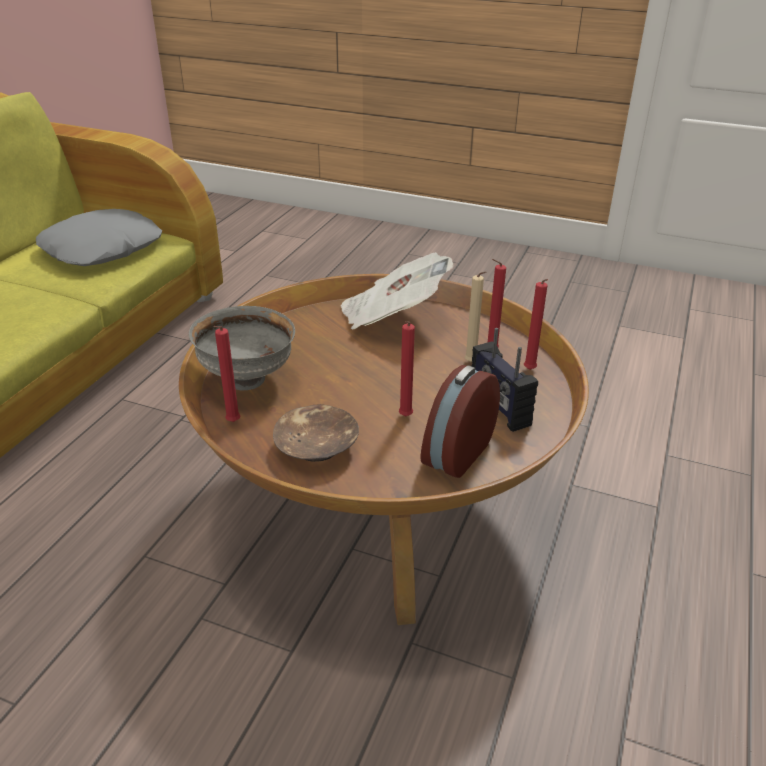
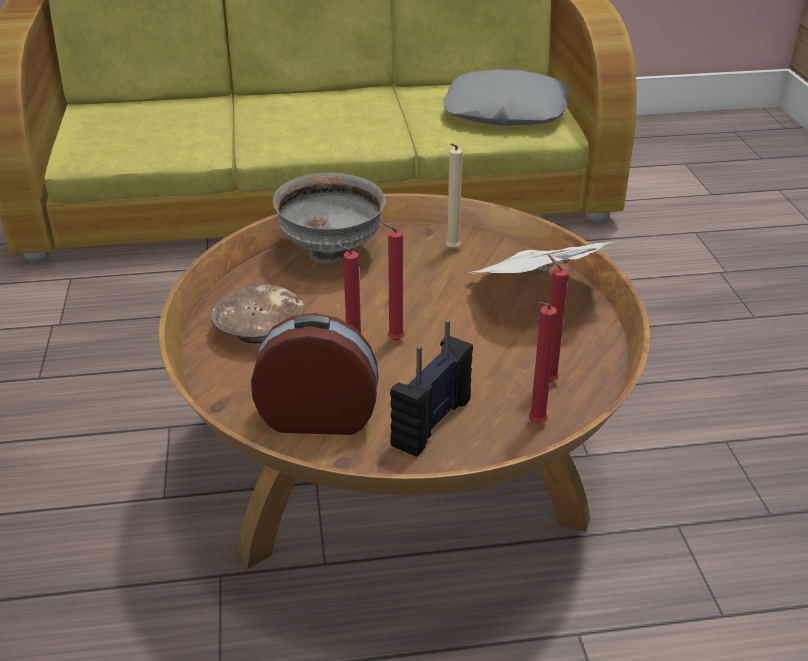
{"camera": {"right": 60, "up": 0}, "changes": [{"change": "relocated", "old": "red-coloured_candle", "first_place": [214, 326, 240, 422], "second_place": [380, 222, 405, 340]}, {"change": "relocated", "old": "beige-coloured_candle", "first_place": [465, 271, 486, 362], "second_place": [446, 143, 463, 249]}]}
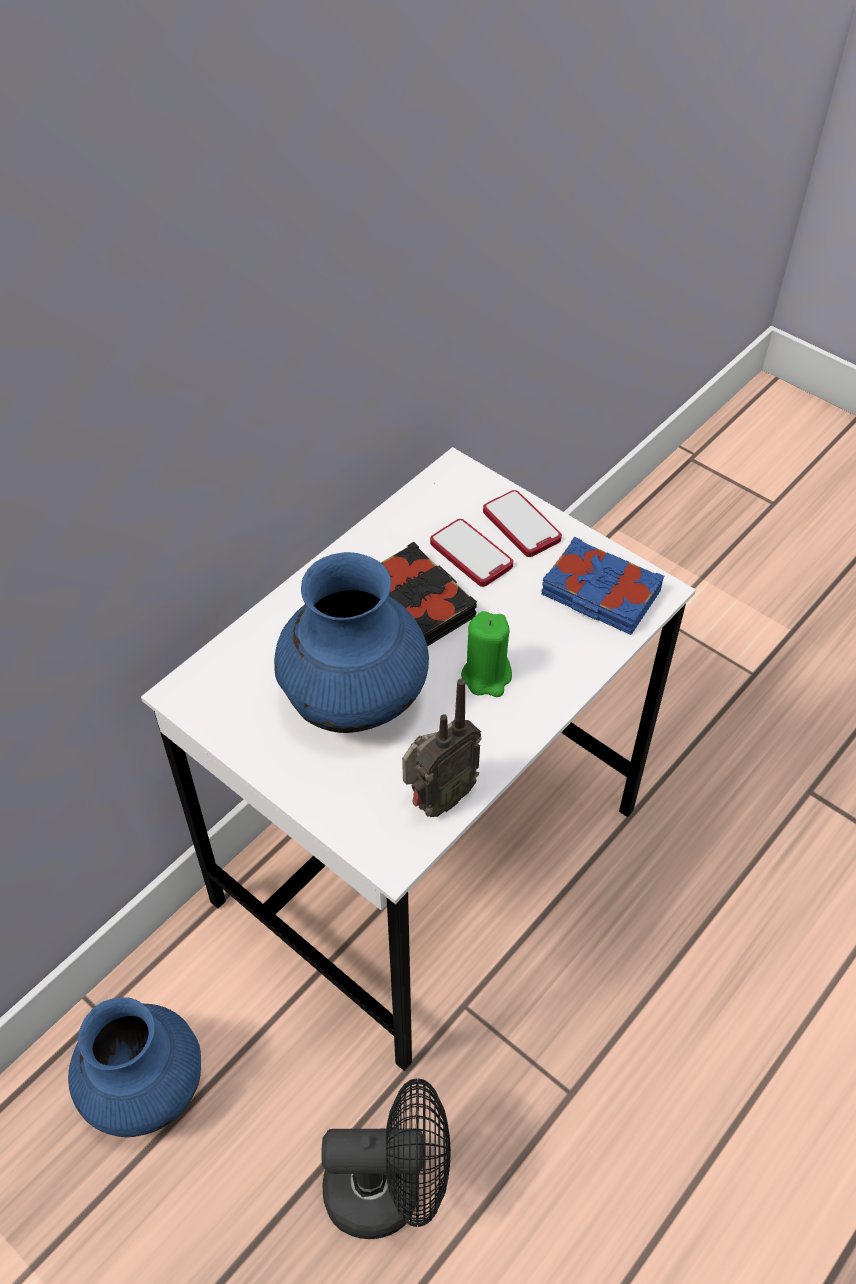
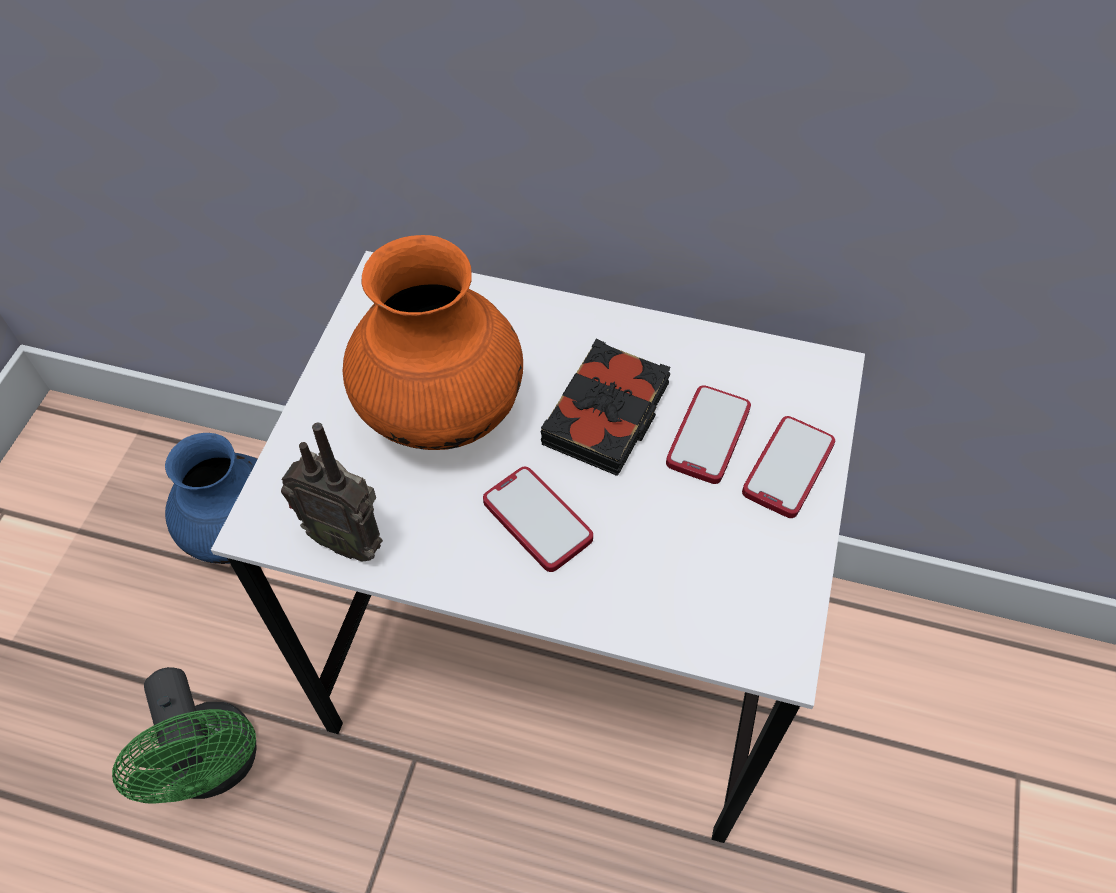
{"camera": {"right": 65, "up": 5}, "changes": [{"change": "missing", "old": "blue-coloured_bound_book", "first_place": [541, 537, 664, 635]}, {"change": "exchanged", "old": "greenish_candle", "new": "handset", "first_place": [461, 611, 512, 697], "second_place": [483, 467, 593, 572]}, {"change": "colour", "old": "blue-coloured_decorative_vase", "new": "orange-coloured_decorative_vase", "first_place": [274, 552, 429, 733], "second_place": [342, 235, 523, 450]}, {"change": "colour", "old": "blackish_cooling_fan", "new": "greenish_cooling_fan", "first_place": [321, 1078, 451, 1239], "second_place": [112, 667, 257, 804]}]}
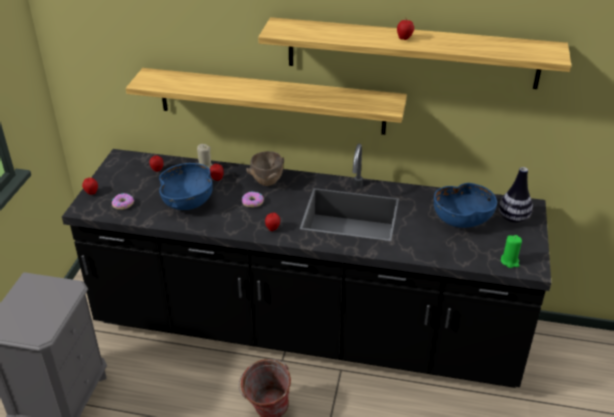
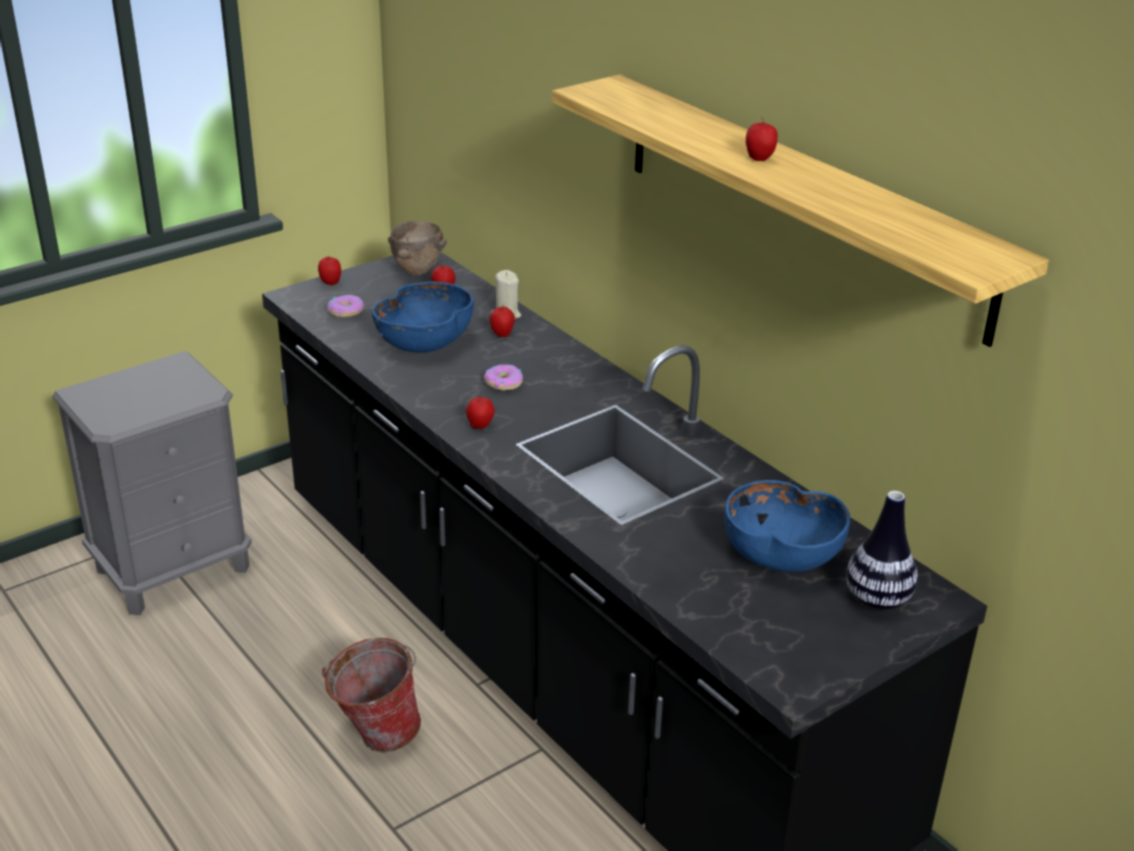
{"camera": {"right": 40, "up": -5}, "changes": [{"change": "missing", "old": "wall_shelf", "first_place": [126, 68, 407, 135]}, {"change": "missing", "old": "greenish_candle", "first_place": [501, 235, 522, 268]}, {"change": "relocated", "old": "brown_bowl", "first_place": [247, 151, 284, 186], "second_place": [388, 221, 447, 275]}]}
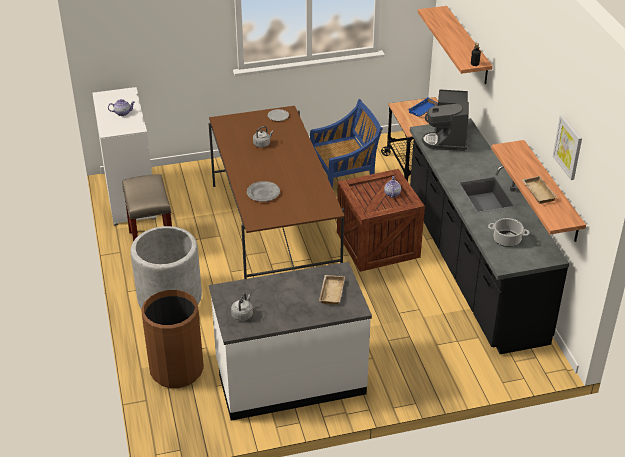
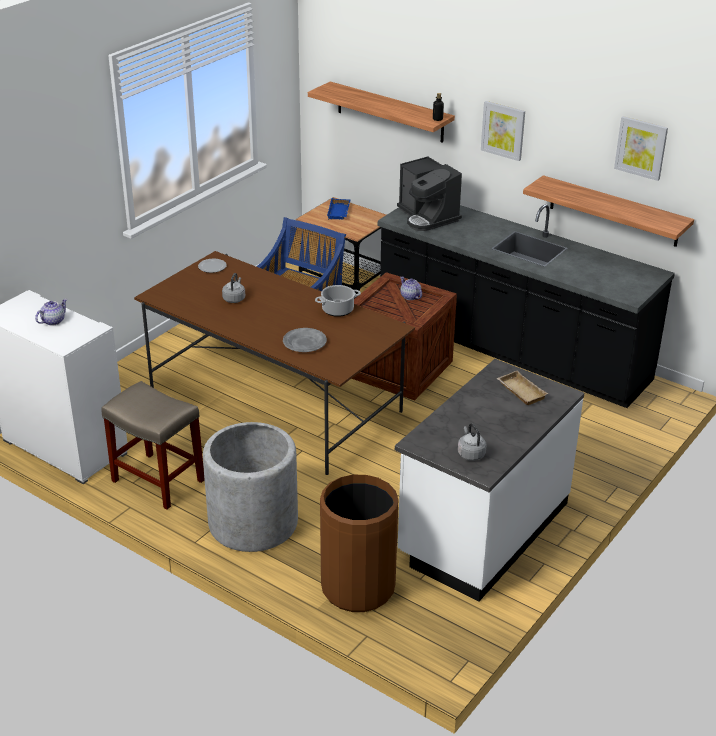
{"camera": {"right": -40, "up": -5}, "changes": [{"change": "missing", "old": "beige-coloured_tray", "first_place": [522, 176, 557, 204]}, {"change": "appeared", "new": "picture", "second_place": [481, 101, 525, 161]}, {"change": "relocated", "old": "saucepot", "first_place": [488, 218, 530, 247], "second_place": [315, 285, 361, 317]}]}
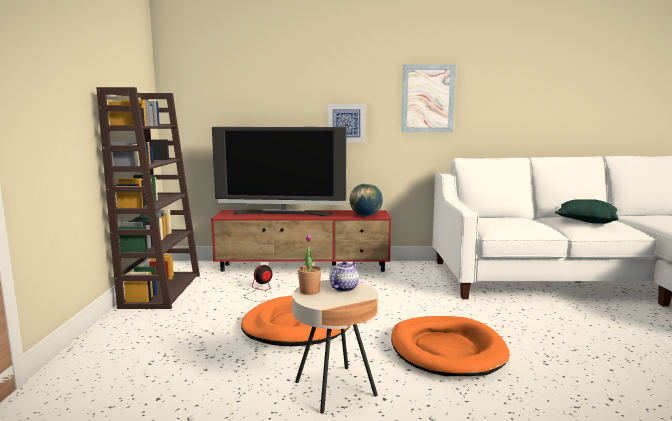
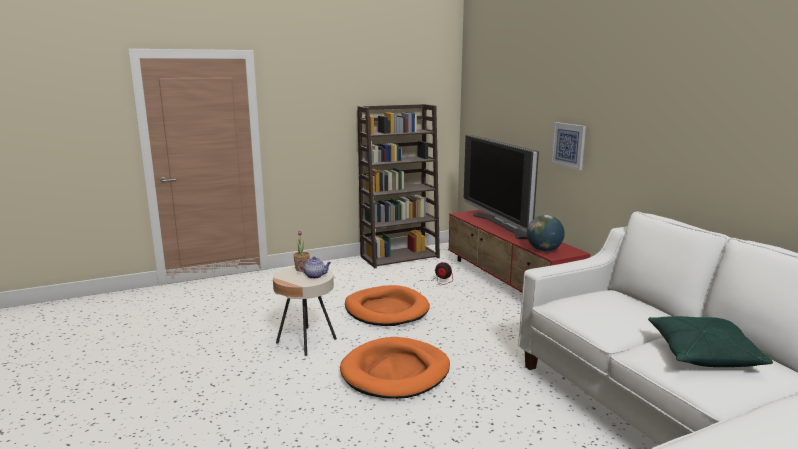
{"camera": {"right": 65, "up": 5}, "changes": [{"change": "missing", "old": "picture", "first_place": [401, 65, 456, 132]}]}
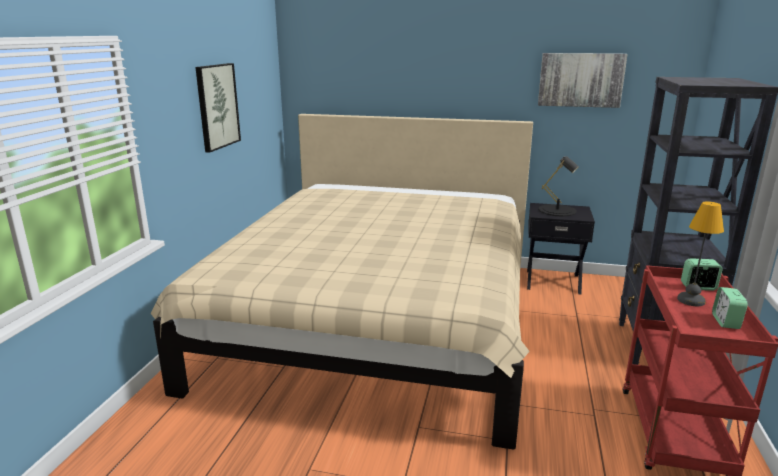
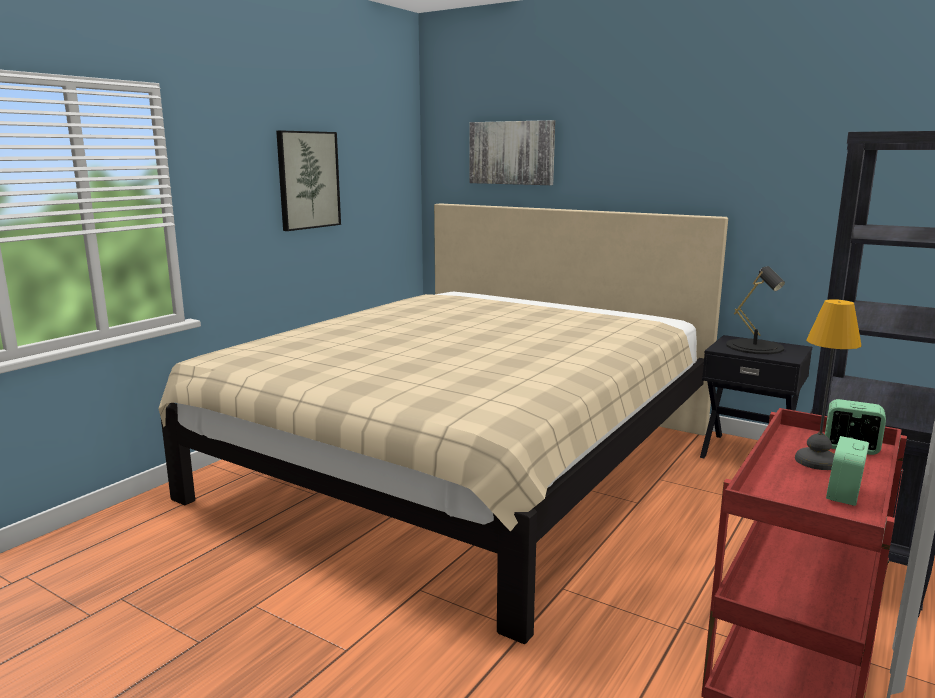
{"camera": {"right": 20, "up": -5}, "changes": [{"change": "relocated", "old": "picture", "first_place": [538, 53, 628, 108], "second_place": [469, 120, 555, 185]}]}
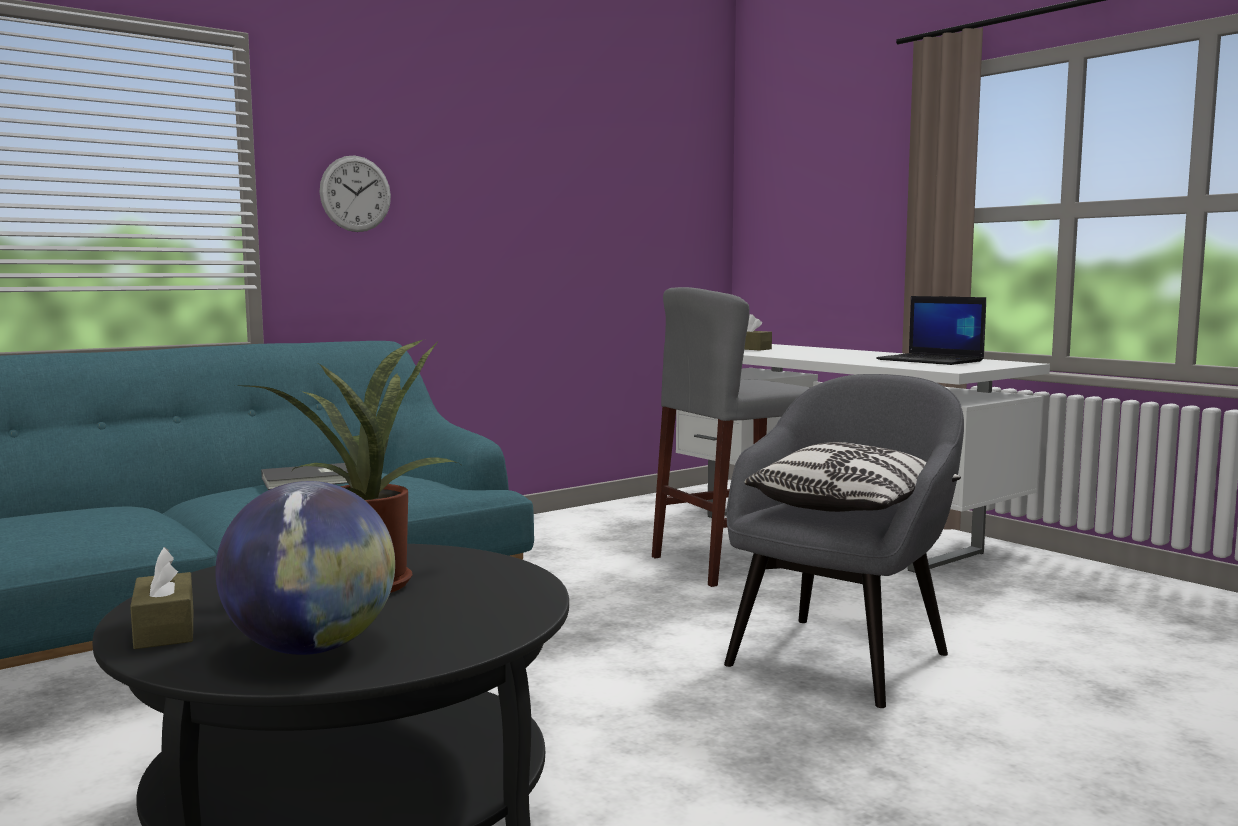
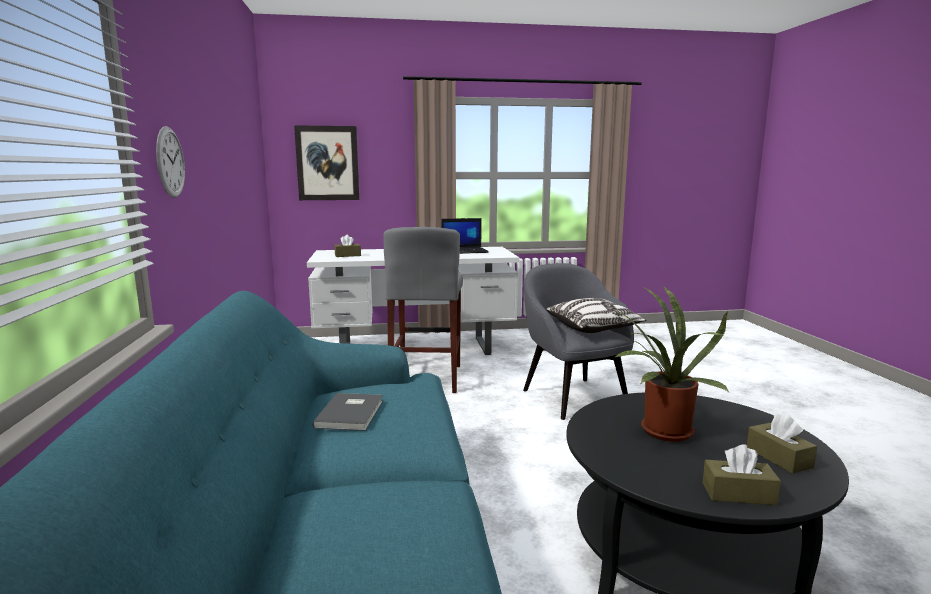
{"camera": {"right": -60, "up": 5}, "changes": [{"change": "appeared", "new": "picture", "second_place": [294, 125, 360, 200]}, {"change": "exchanged", "old": "globe", "new": "brown_box_of_tissues", "first_place": [215, 481, 395, 655], "second_place": [747, 414, 817, 474]}]}
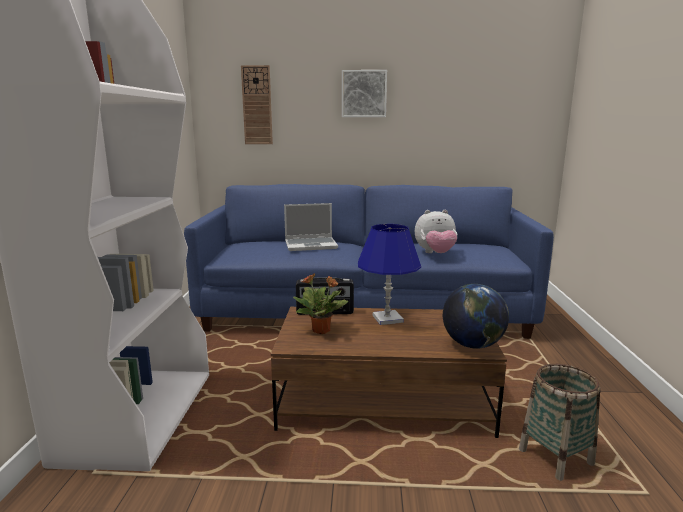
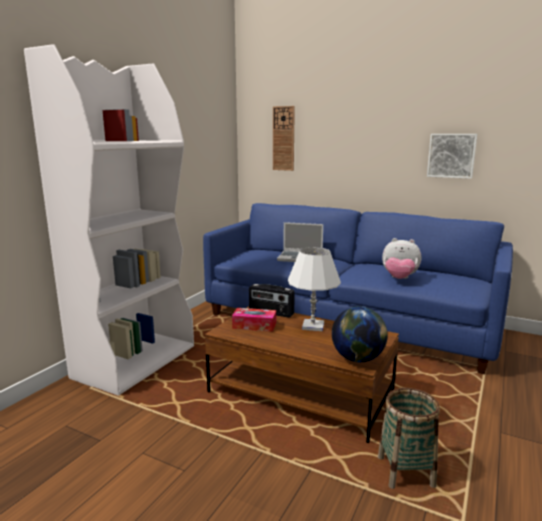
{"camera": {"right": 25, "up": 0}, "changes": [{"change": "relocated", "old": "picture", "first_place": [342, 70, 387, 117], "second_place": [427, 134, 477, 179]}, {"change": "exchanged", "old": "potted_plant", "new": "box_of_tissues", "first_place": [293, 273, 348, 334], "second_place": [232, 308, 276, 332]}, {"change": "colour", "old": "blue-coloured_table_lamp", "new": "white_table_lamp", "first_place": [358, 224, 421, 325], "second_place": [288, 247, 341, 331]}]}
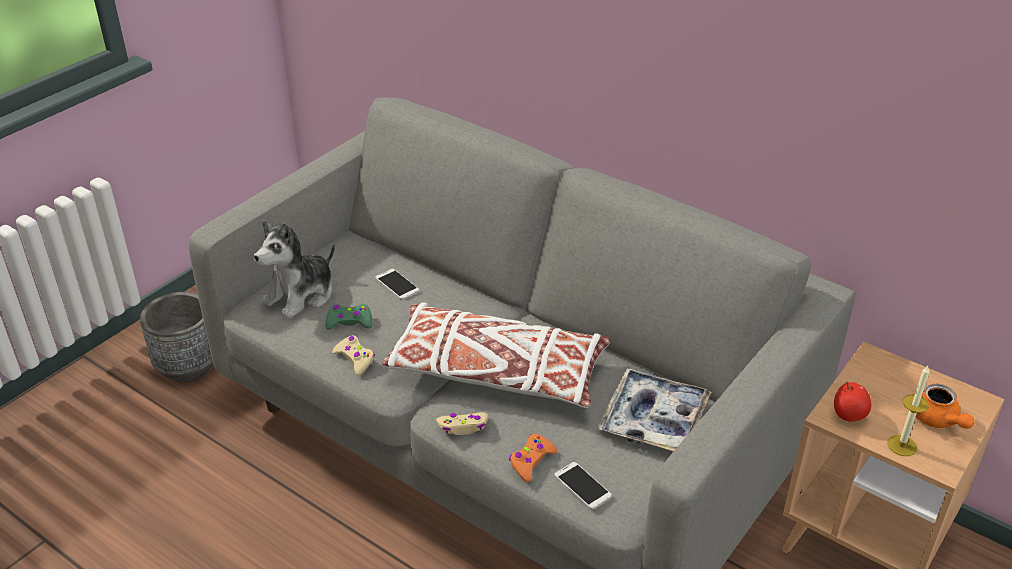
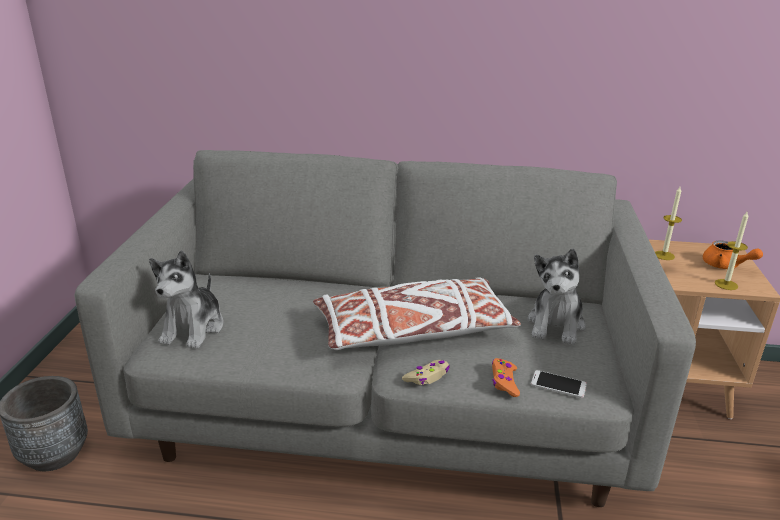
{"camera": {"right": -30, "up": -10}, "changes": [{"change": "missing", "old": "greenish_game_controller", "first_place": [325, 304, 373, 330]}, {"change": "missing", "old": "beige-coloured_game_controller", "first_place": [332, 335, 375, 376]}, {"change": "missing", "old": "handset", "first_place": [375, 269, 420, 300]}, {"change": "missing", "old": "whole_apple", "first_place": [834, 381, 871, 422]}, {"change": "appeared", "new": "candle", "second_place": [655, 187, 682, 260]}, {"change": "exchanged", "old": "tray", "new": "cuddly_toy", "first_place": [598, 368, 711, 451], "second_place": [527, 248, 586, 345]}]}
